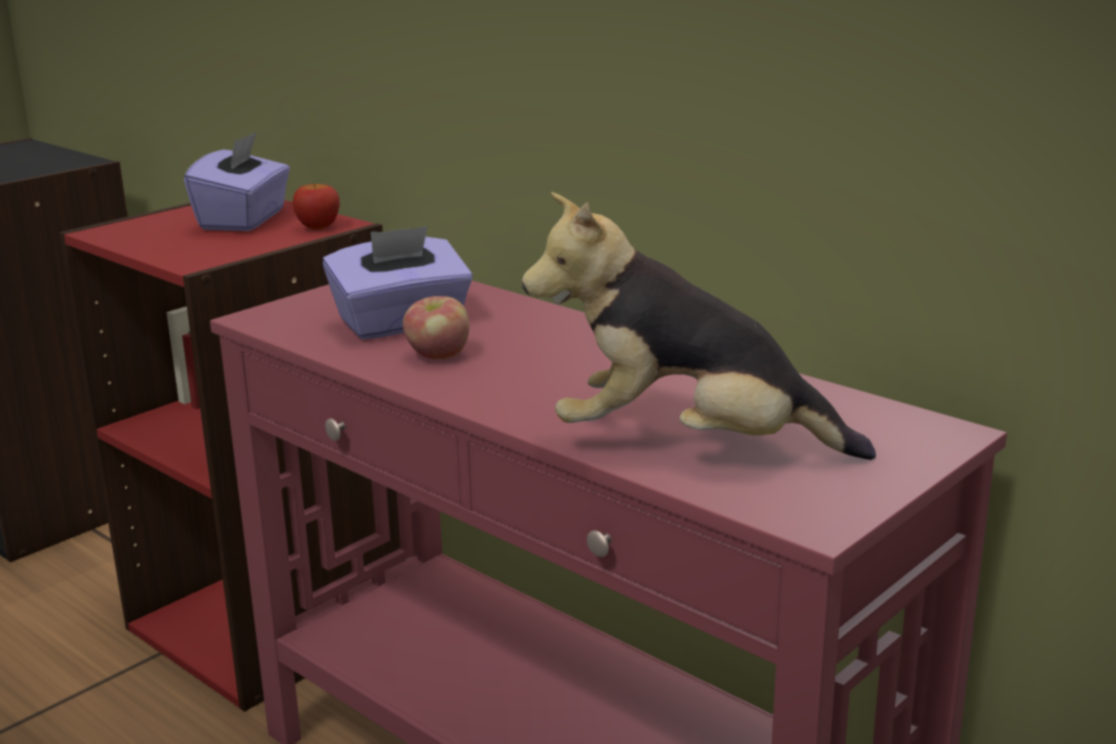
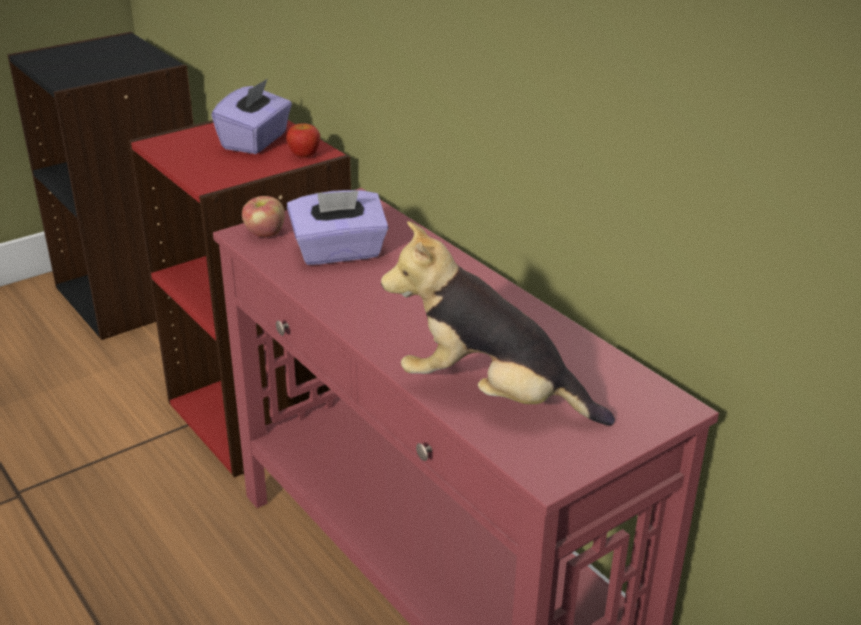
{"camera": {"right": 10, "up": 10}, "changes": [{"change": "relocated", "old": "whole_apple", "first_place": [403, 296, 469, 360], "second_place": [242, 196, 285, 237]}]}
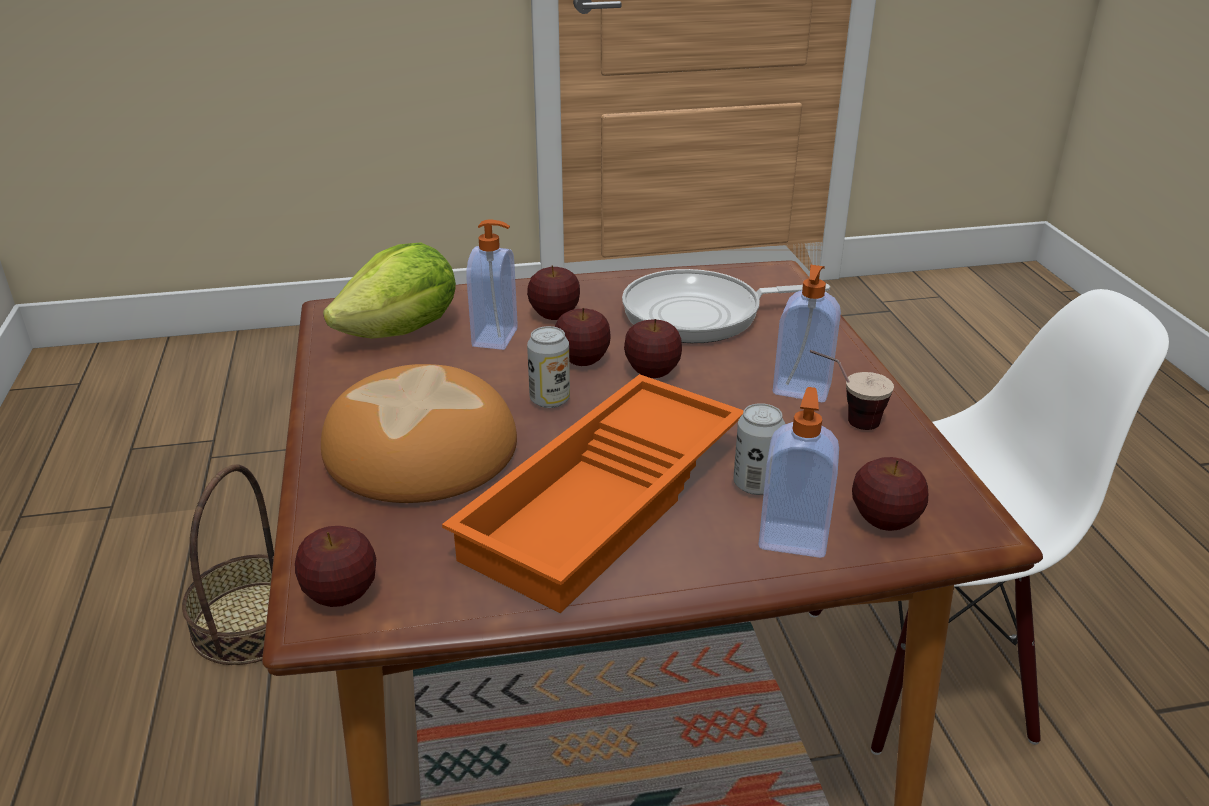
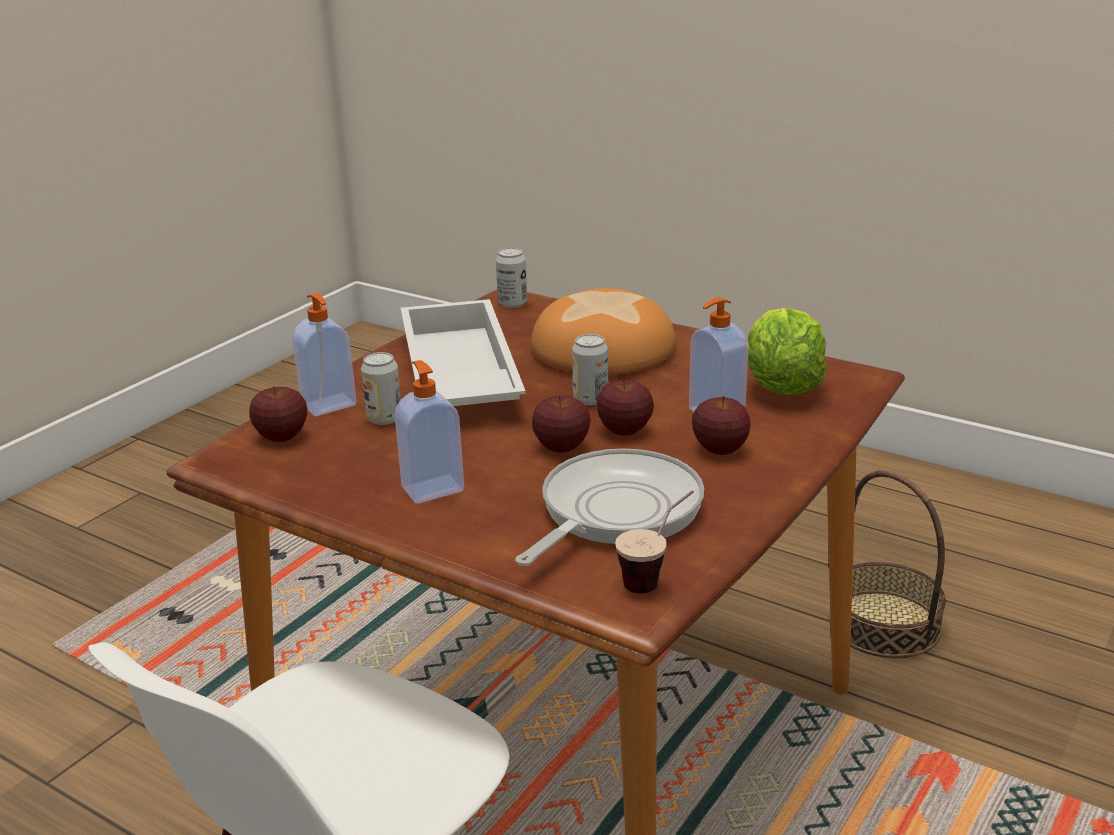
{"camera": {"right": 135, "up": -5}, "changes": [{"change": "relocated", "old": "drinking_cup", "first_place": [810, 350, 894, 430], "second_place": [615, 490, 694, 594]}, {"change": "exchanged", "old": "whole_apple", "new": "can", "first_place": [295, 526, 376, 607], "second_place": [496, 248, 527, 308]}, {"change": "colour", "old": "orange-coloured_tray", "new": "white_tray", "first_place": [442, 374, 744, 613], "second_place": [400, 299, 526, 406]}]}
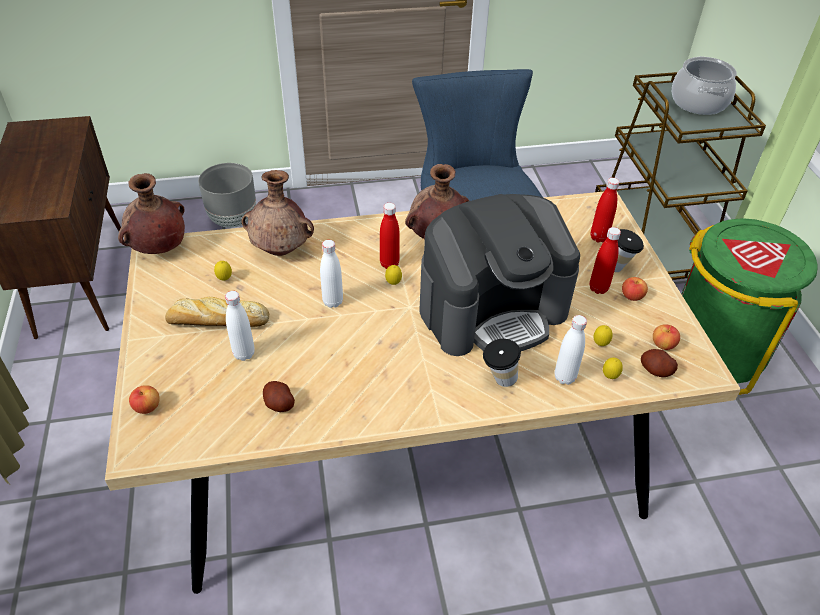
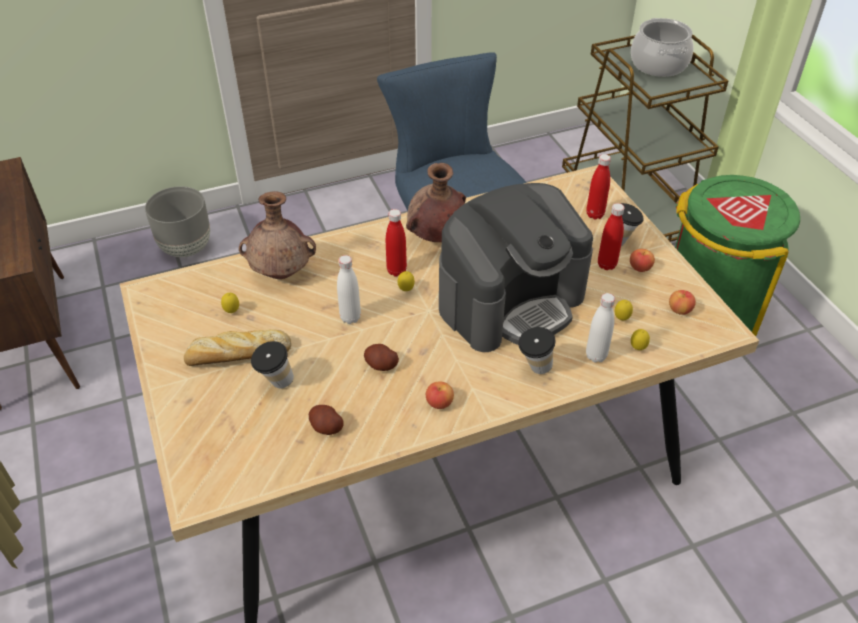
{"camera": {"right": -10, "up": 0}, "changes": [{"change": "missing", "old": "brown_decorative_vase", "first_place": [118, 173, 185, 254]}, {"change": "relocated", "old": "whole_apple", "first_place": [129, 385, 160, 414], "second_place": [426, 381, 454, 409]}, {"change": "relocated", "old": "spud", "first_place": [641, 349, 678, 377], "second_place": [364, 344, 399, 371]}, {"change": "exchanged", "old": "white_beverage_bottle", "new": "drinking_cup", "first_place": [225, 291, 255, 361], "second_place": [251, 341, 294, 388]}]}
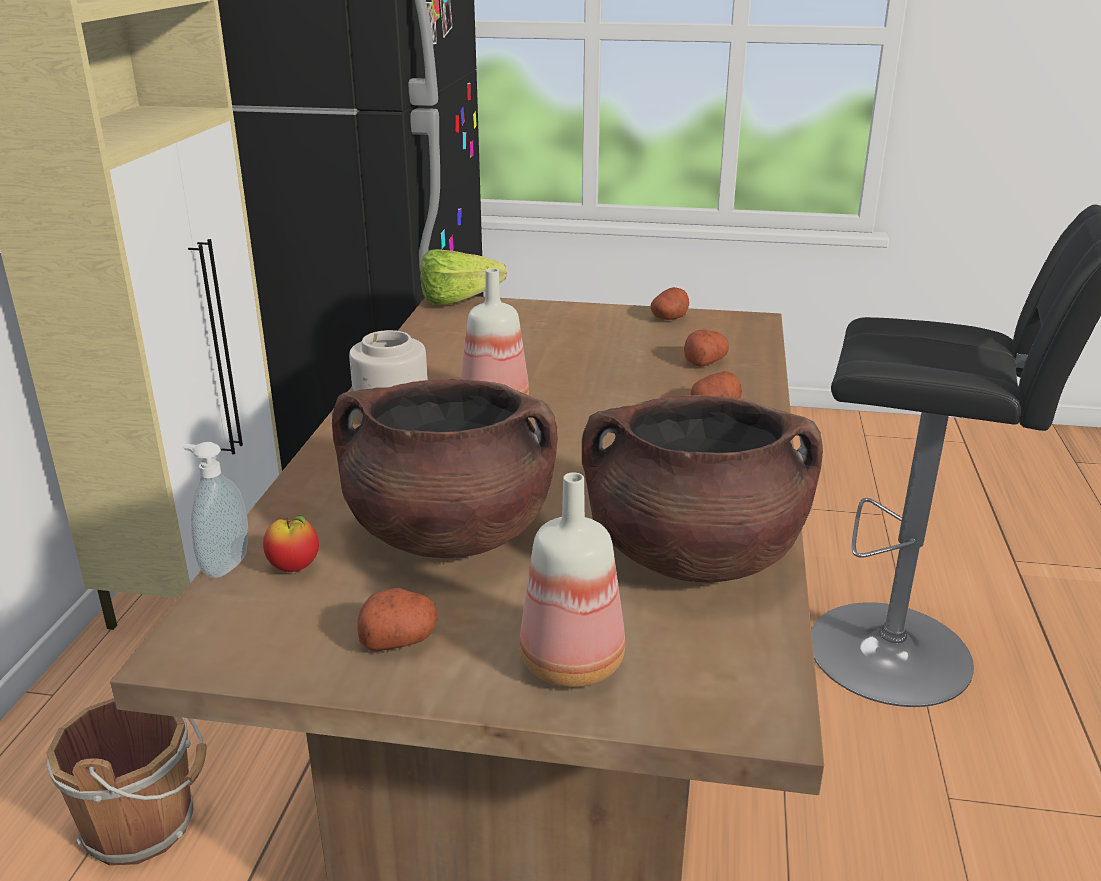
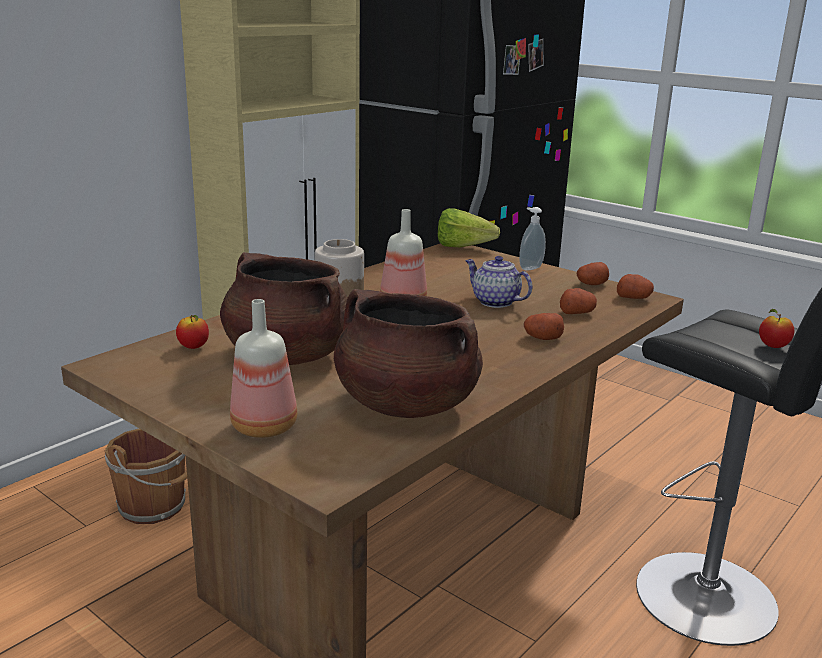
{"camera": {"right": 30, "up": -5}, "changes": [{"change": "appeared", "new": "teapot", "second_place": [465, 256, 532, 308]}, {"change": "appeared", "new": "whole_apple", "second_place": [759, 309, 794, 348]}, {"change": "relocated", "old": "soap_dispenser", "first_place": [183, 442, 248, 578], "second_place": [519, 207, 546, 271]}, {"change": "relocated", "old": "spud", "first_place": [358, 588, 438, 651], "second_place": [617, 274, 654, 299]}]}
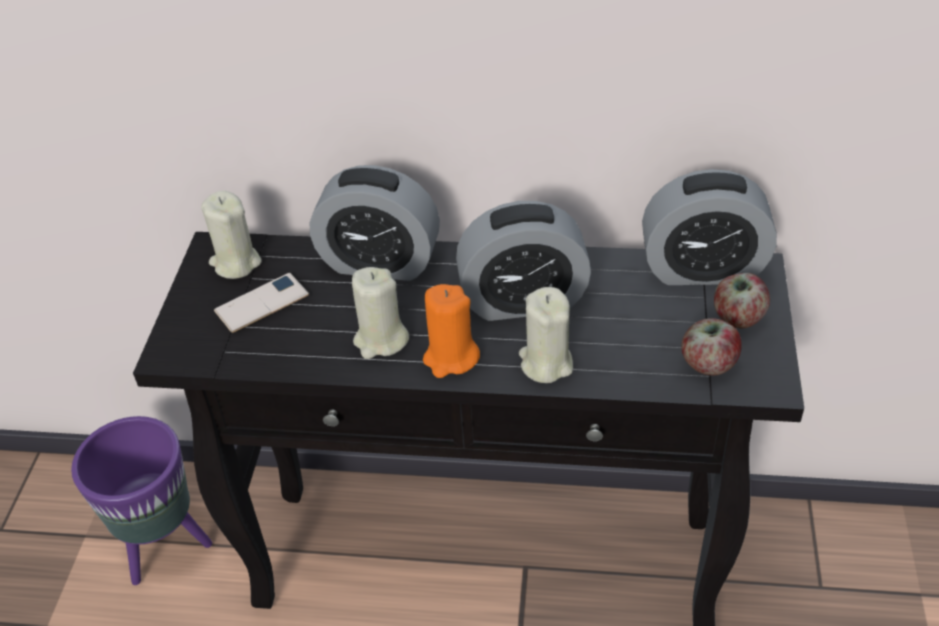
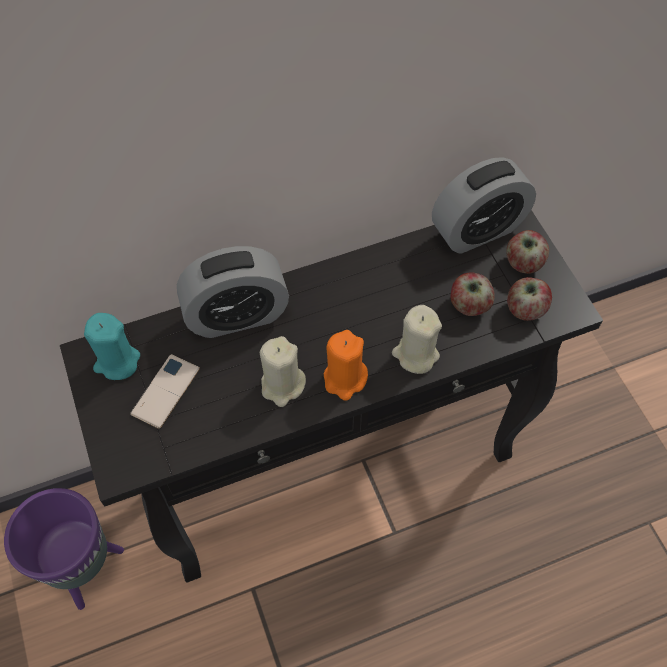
{"camera": {"right": -30, "up": 15}, "changes": [{"change": "missing", "old": "alarm_clock", "first_place": [456, 201, 591, 321]}, {"change": "appeared", "new": "whole_apple", "second_place": [451, 273, 495, 316]}, {"change": "colour", "old": "beige-coloured_candle", "new": "blue-green_candle", "first_place": [201, 191, 262, 279], "second_place": [84, 313, 140, 380]}]}
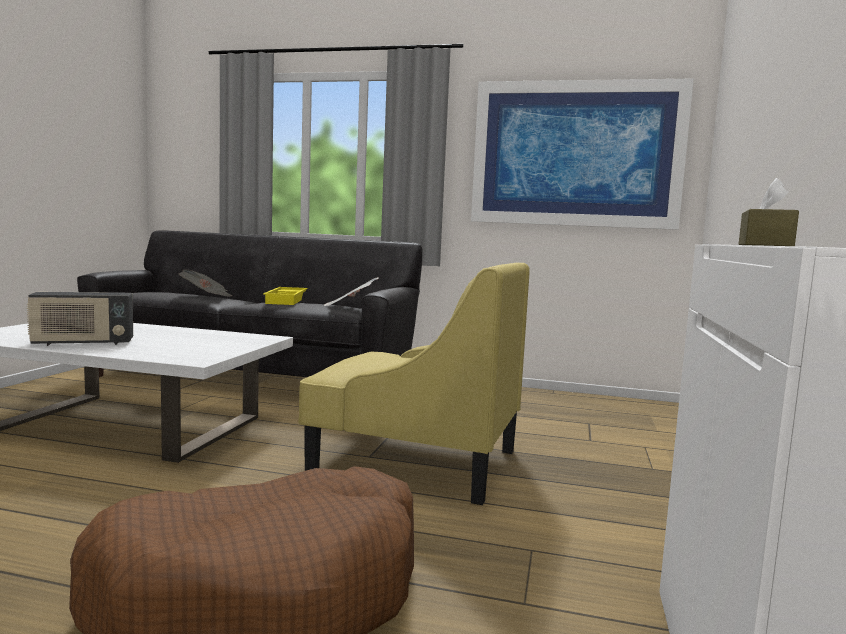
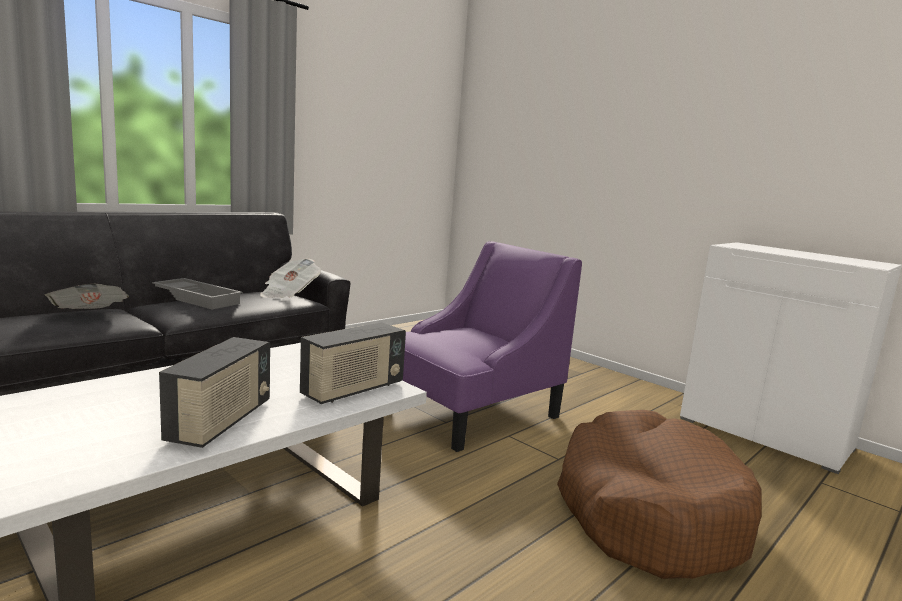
{"camera": {"right": -60, "up": 5}, "changes": [{"change": "missing", "old": "picture", "first_place": [471, 78, 694, 230]}, {"change": "missing", "old": "brown_box_of_tissues", "first_place": [739, 178, 799, 246]}, {"change": "appeared", "new": "radio_set", "second_place": [300, 322, 406, 404]}, {"change": "colour", "old": "yellowish_tray", "new": "gray_tray", "first_place": [263, 287, 308, 305], "second_place": [152, 278, 243, 309]}, {"change": "colour", "old": "yellowish_easy_chair", "new": "purplish_easy_chair", "first_place": [298, 263, 530, 505], "second_place": [402, 241, 582, 452]}]}
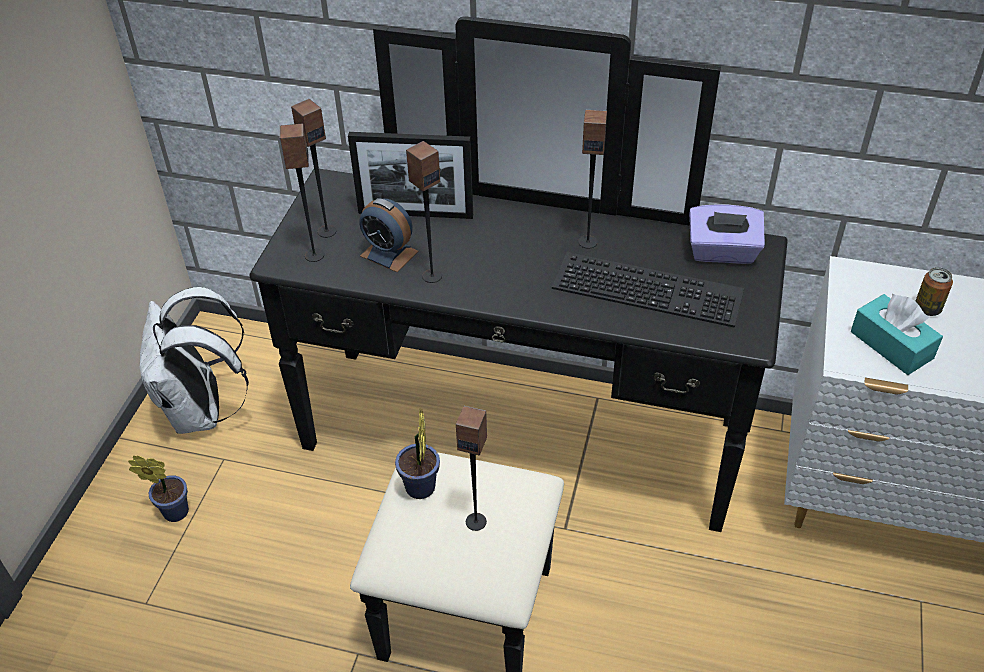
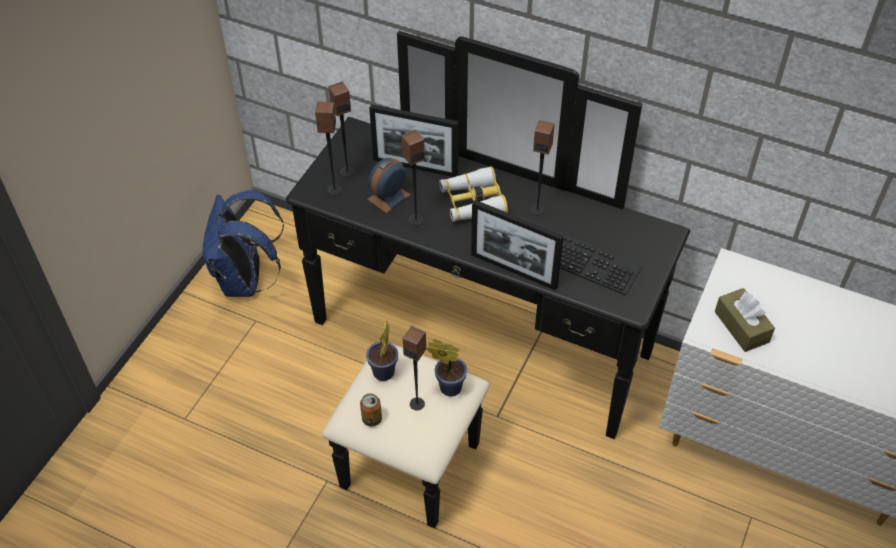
{"camera": {"right": 10, "up": 5}, "changes": [{"change": "missing", "old": "purplish_box_of_tissues", "first_place": [689, 205, 765, 264]}, {"change": "appeared", "new": "pair_of_binoculars", "second_place": [440, 166, 508, 222]}, {"change": "appeared", "new": "picture_frame", "second_place": [471, 200, 564, 290]}, {"change": "relocated", "old": "potted_plant", "first_place": [128, 456, 189, 522], "second_place": [426, 339, 467, 397]}, {"change": "relocated", "old": "can", "first_place": [915, 267, 953, 316], "second_place": [360, 393, 382, 427]}, {"change": "colour", "old": "white_rucksack", "new": "blue-coloured_rucksack", "first_place": [140, 287, 249, 434], "second_place": [203, 190, 284, 297]}, {"change": "colour", "old": "blue-green_box_of_tissues", "new": "brown_box_of_tissues", "first_place": [851, 294, 943, 375], "second_place": [715, 288, 775, 352]}, {"change": "spun", "old": "alarm_clock", "first_place": [360, 198, 419, 272], "second_place": [367, 158, 411, 213], "degrees": 90}]}
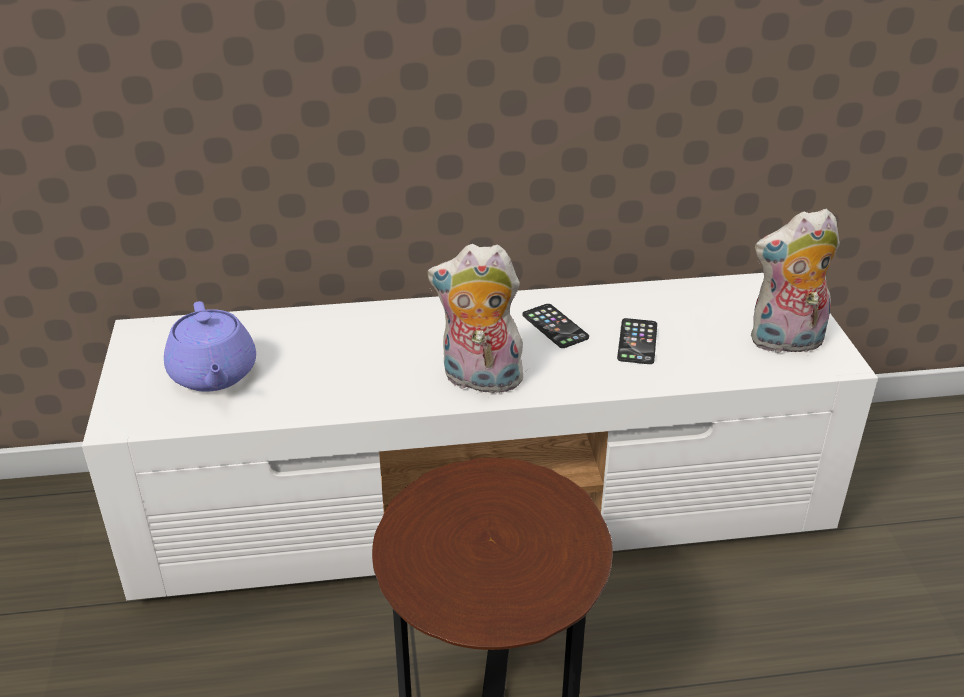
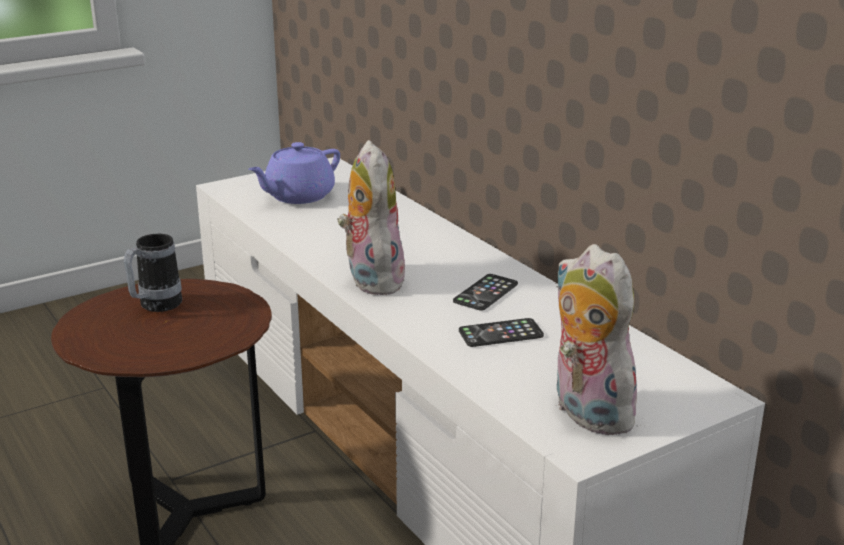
{"camera": {"right": 65, "up": -10}, "changes": [{"change": "appeared", "new": "tea_mug", "second_place": [124, 234, 182, 312]}]}
